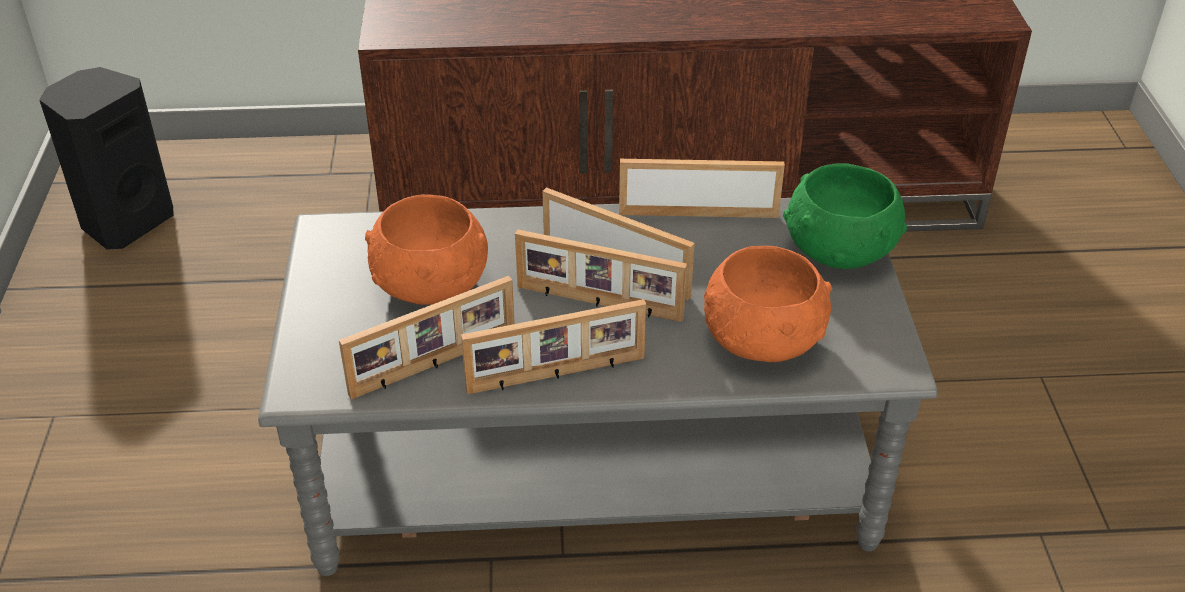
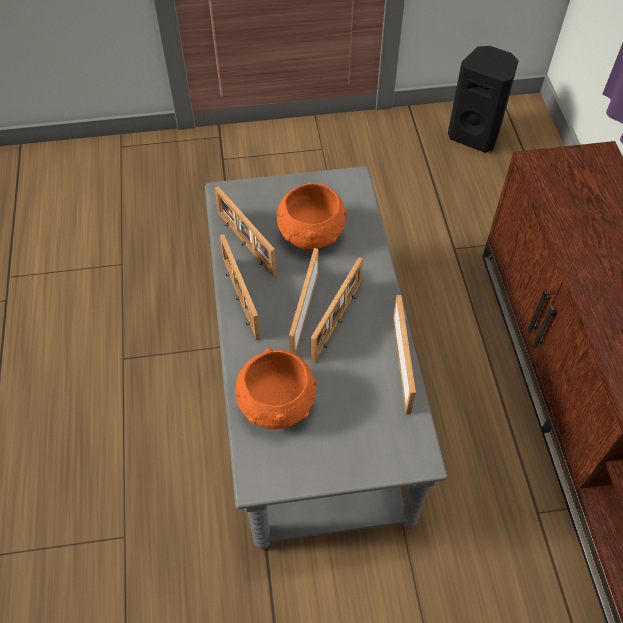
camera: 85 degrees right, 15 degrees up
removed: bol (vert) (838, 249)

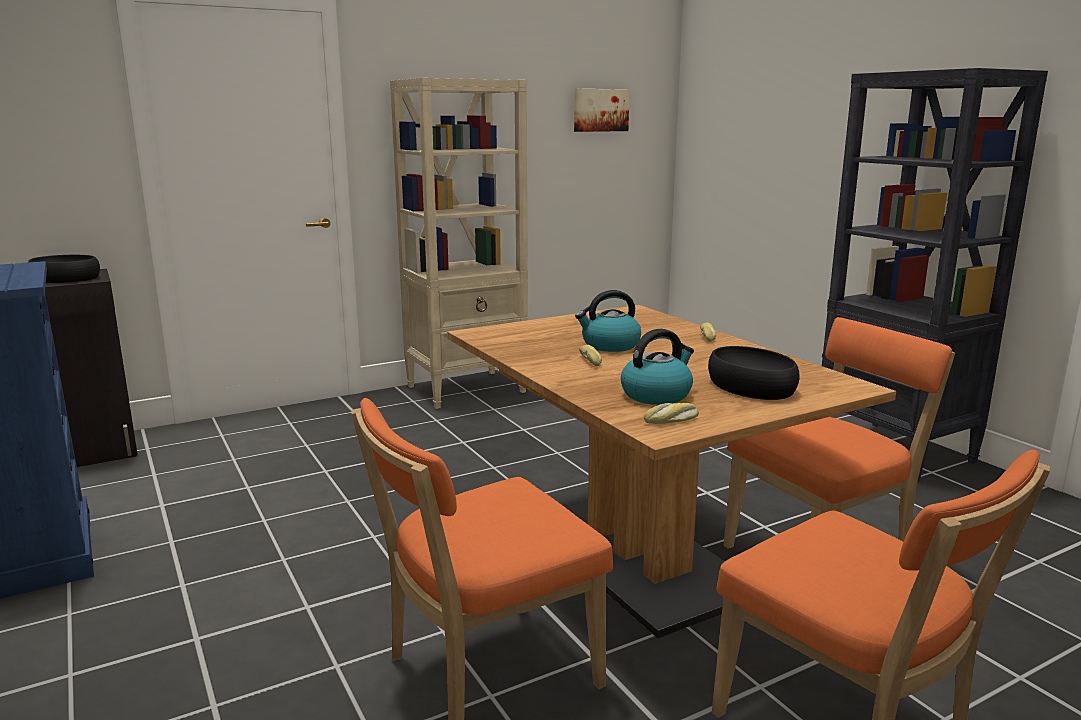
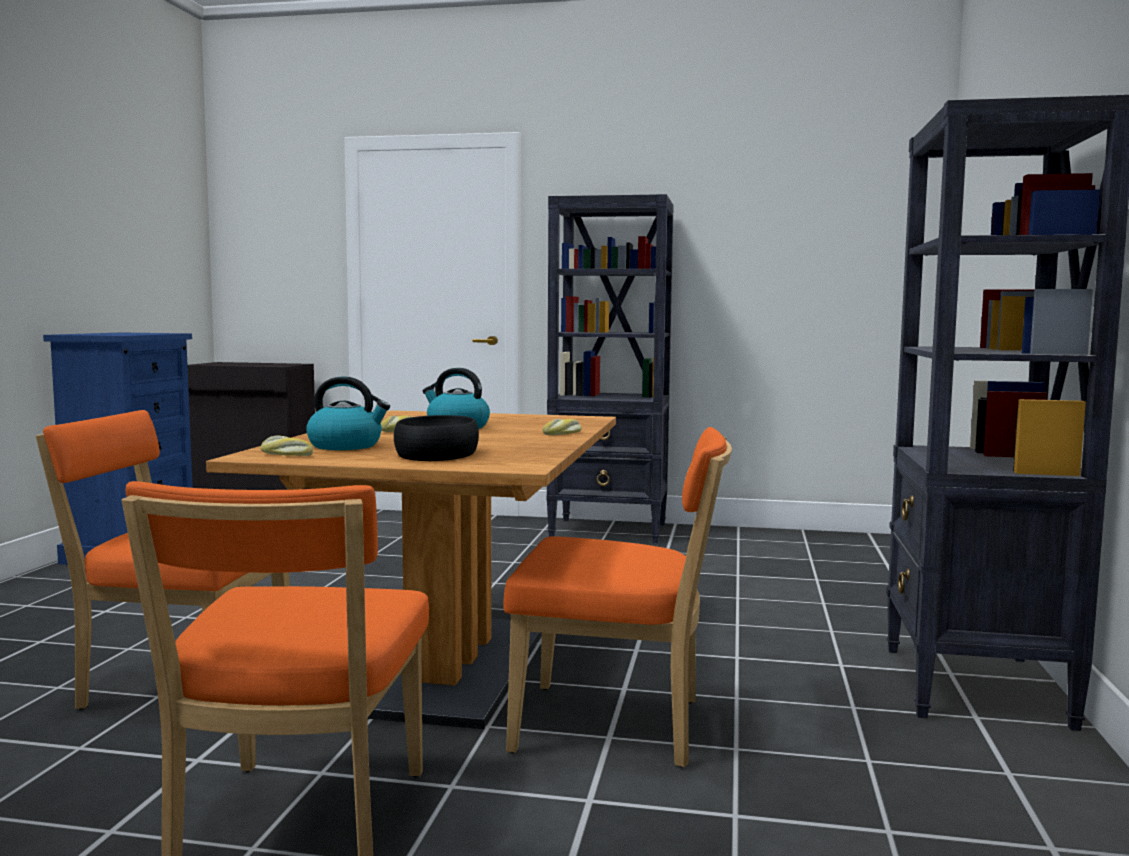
camera: 40 degrees right, 10 degrees down
removed: tableau (600, 110); bol (noir) (66, 278)
recoloured: bibliothèque (beige) (467, 389) to bibliothèque (noir) (610, 531)

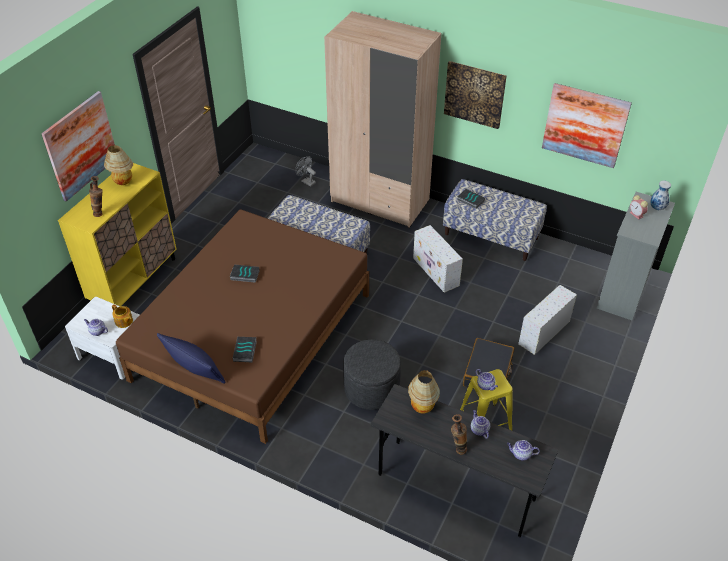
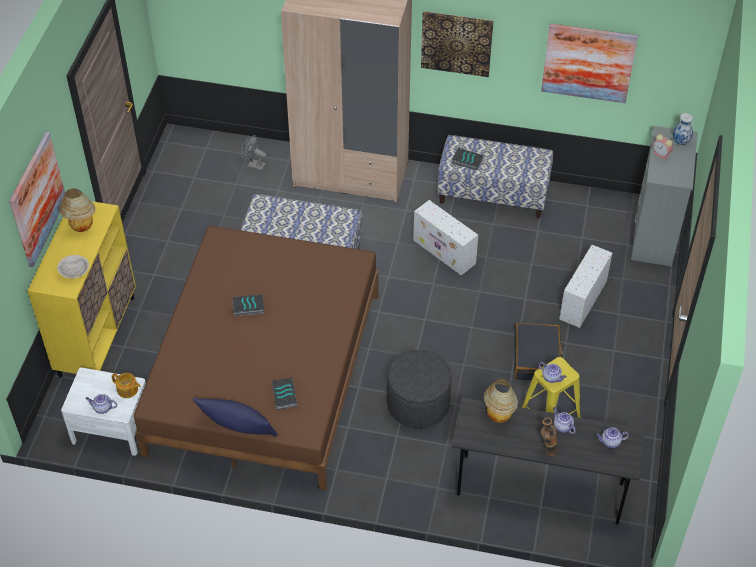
camera: 15 degrees left, 5 degrees up
replaced: vase (101, 213) to bol (beige) (74, 272)

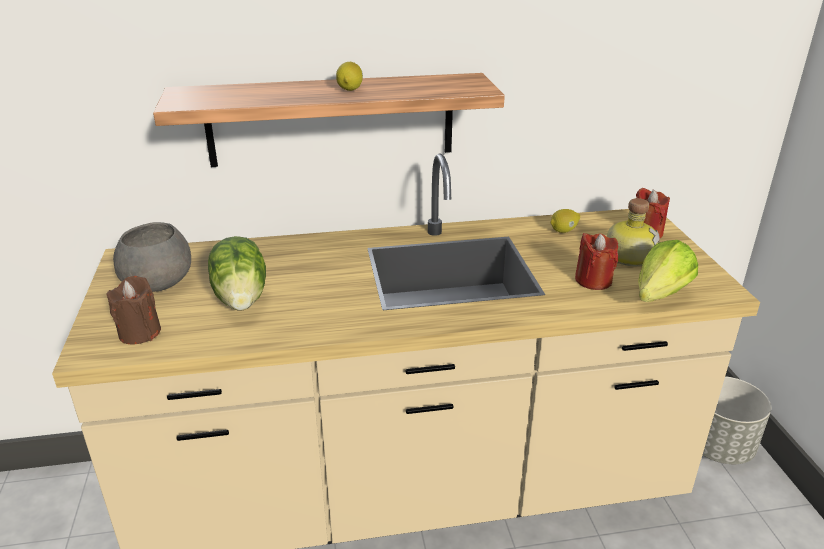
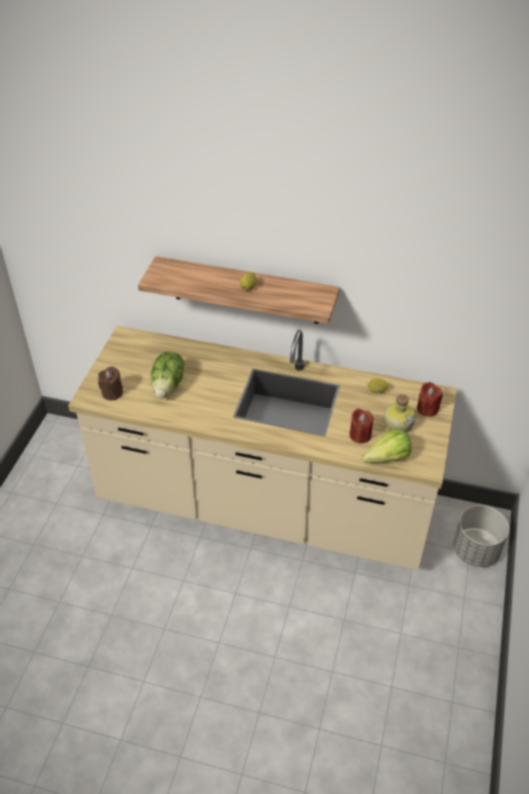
camera: 25 degrees right, 15 degrees up
removed: bol (gris) (159, 281)

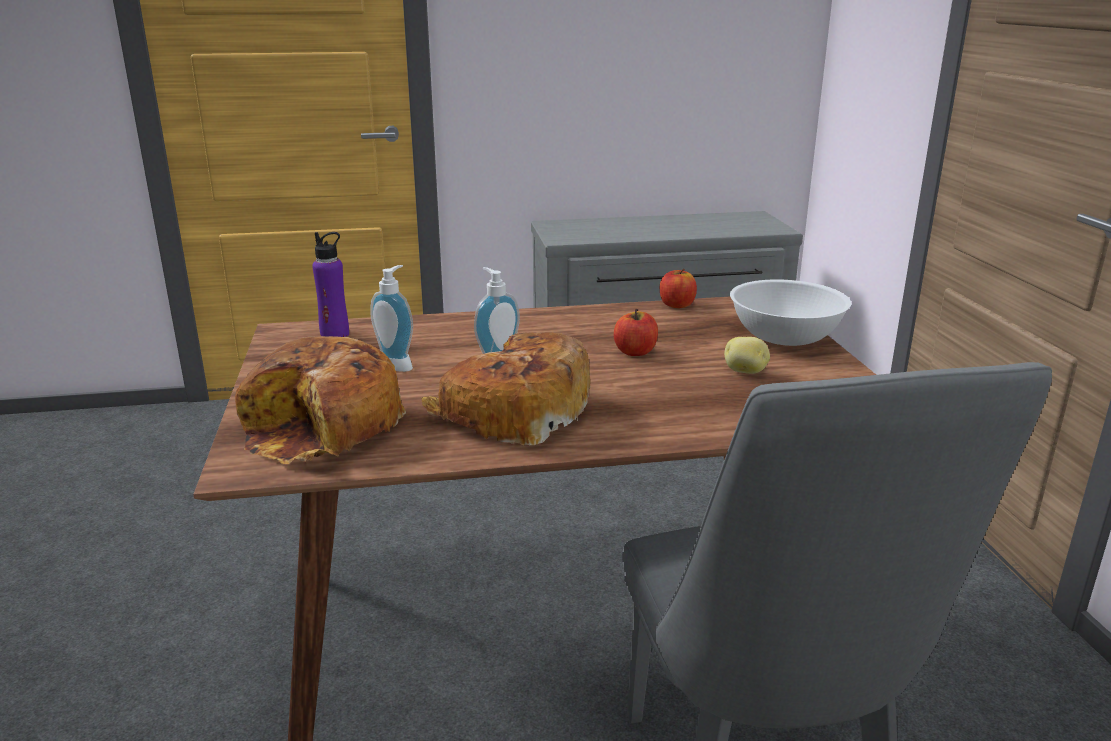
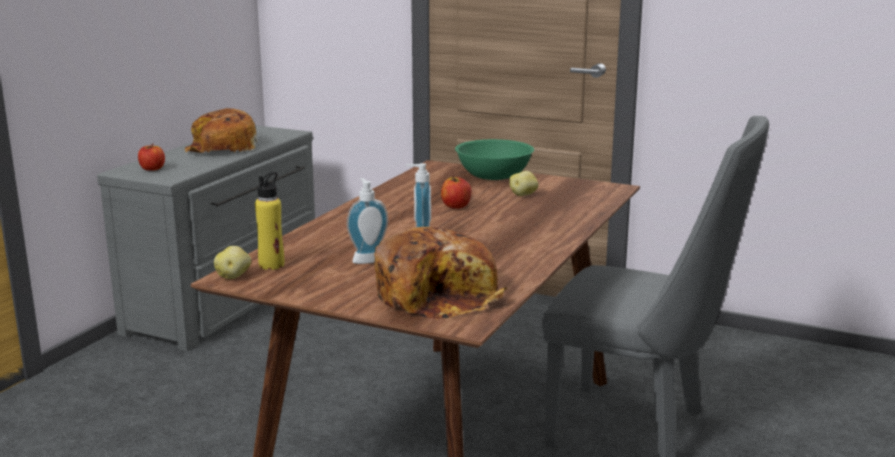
camera: 55 degrees left, 5 degrees down
added: pomme de terre (233, 276)
moved: pomme (677, 305) to (152, 169); pain (512, 412) to (220, 148)
recoloured: bouteille (violet) (335, 334) to bouteille (jaune) (271, 265); bol (blanc) (785, 338) to bol (vert) (494, 176)

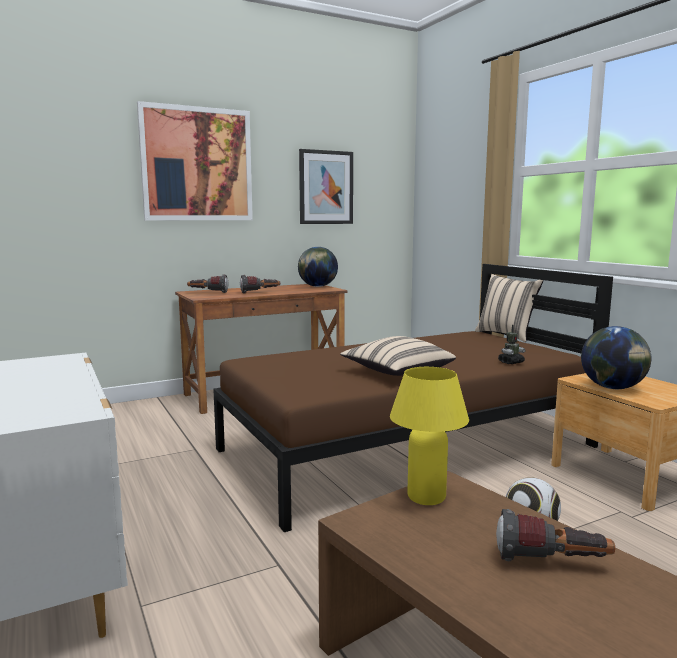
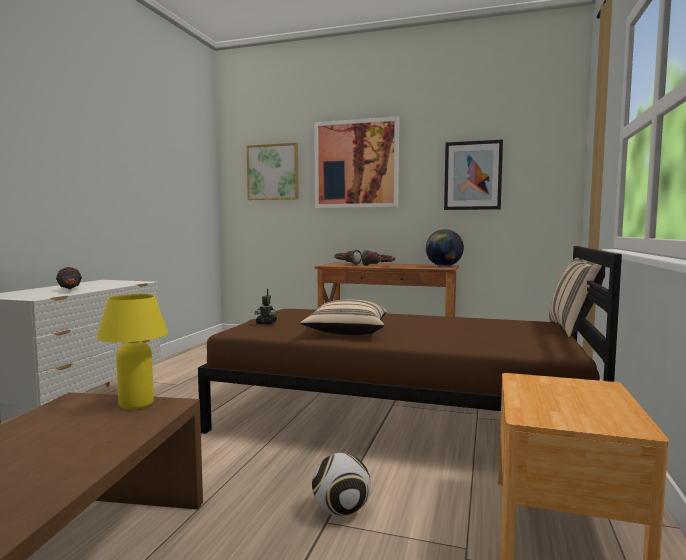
camera: 45 degrees right, 5 degrees down
removed: globe (613, 388)
added: tableau (273, 172)
moved: robot jouet (511, 362) to (266, 323); lampe de poche (552, 563) to (70, 291)

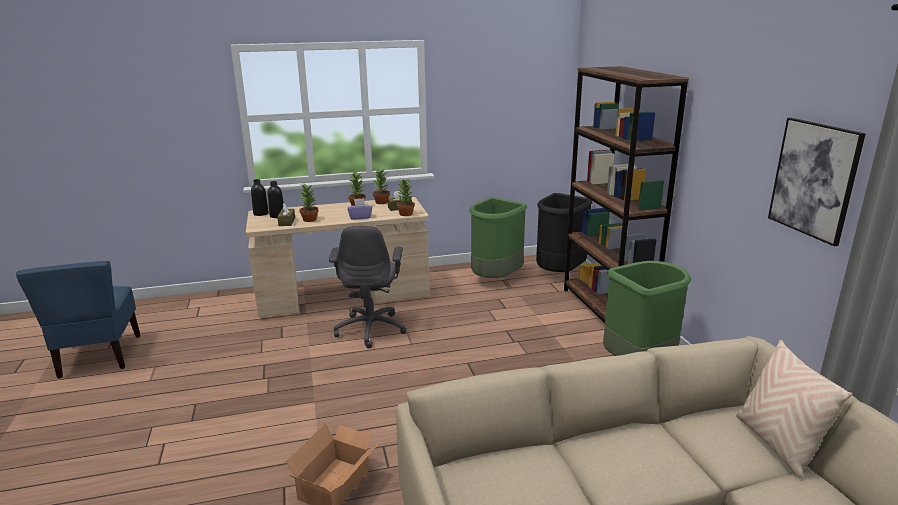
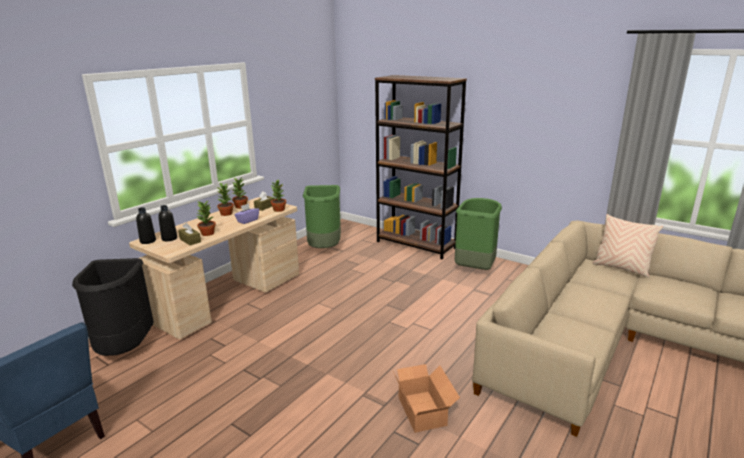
camera: 40 degrees left, 0 degrees up
removed: tableau (814, 179); chaise de bureau (gris) (371, 329)
moved: poubelle (noir) (559, 273) to (125, 349)

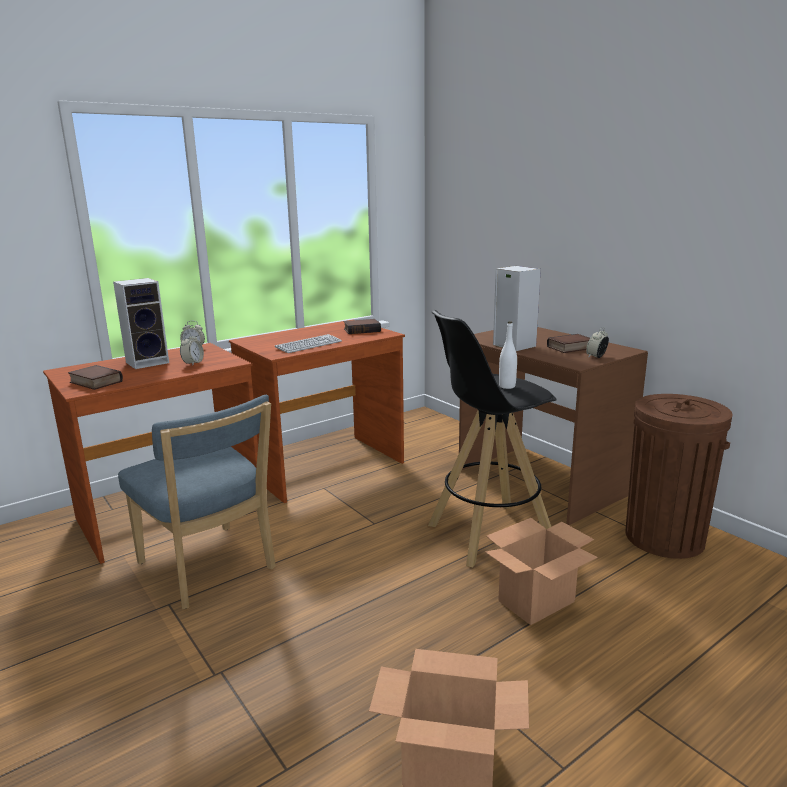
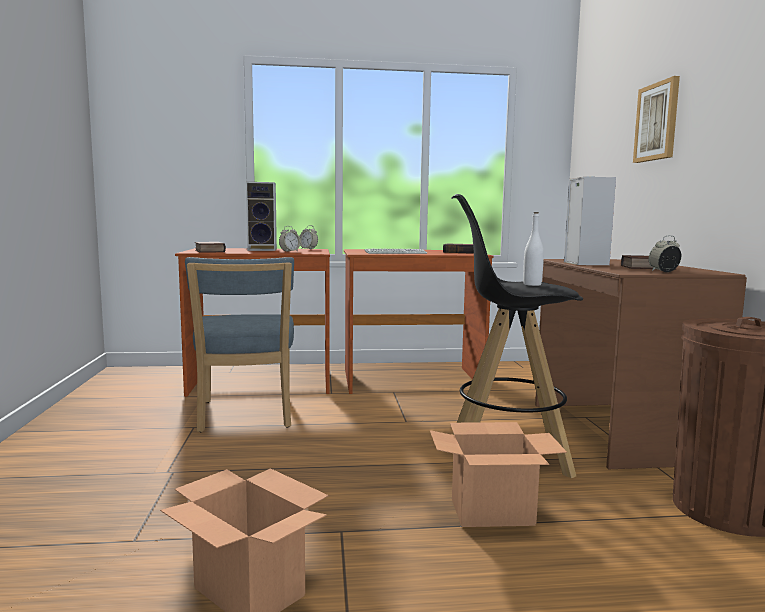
camera: 30 degrees right, 10 degrees down
added: tableau (657, 122)

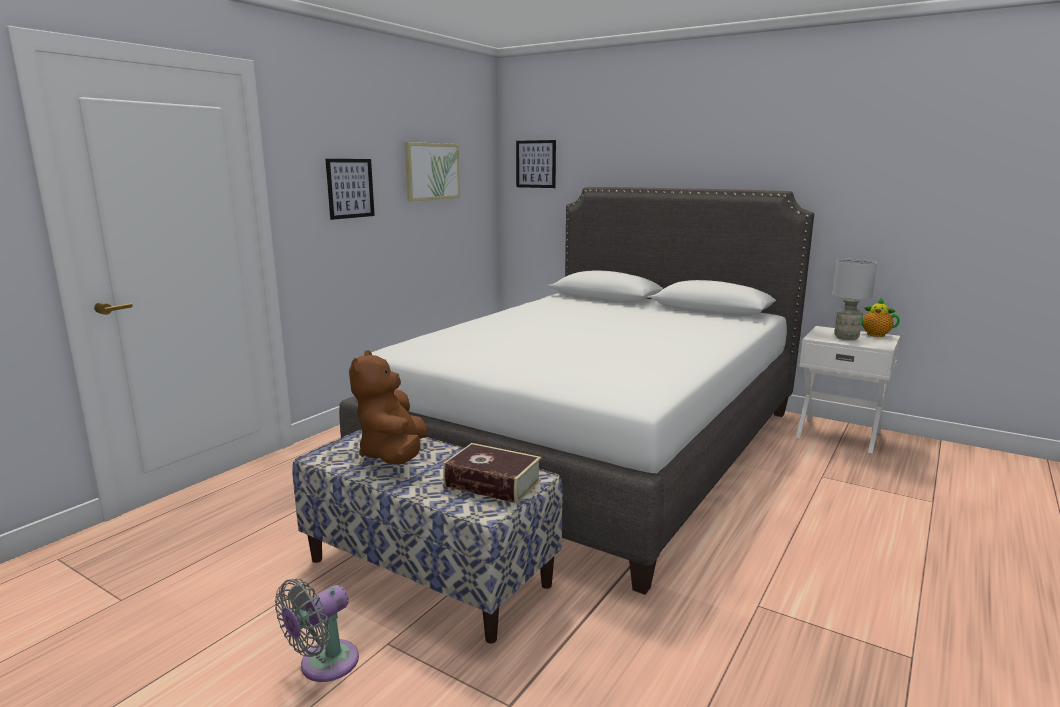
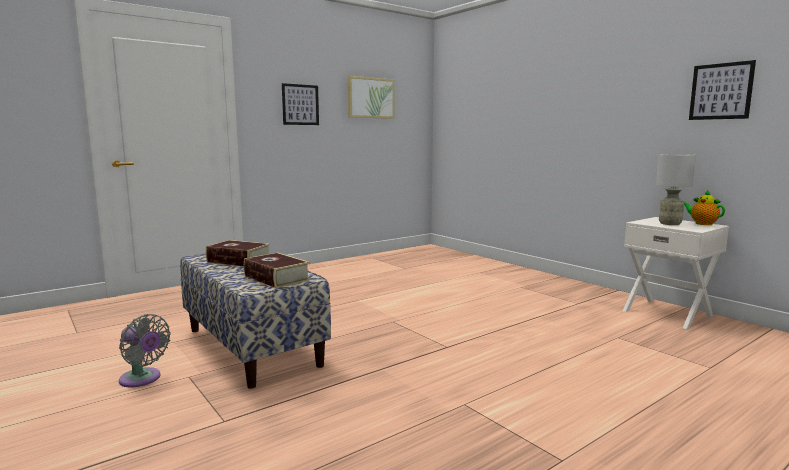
camera: 20 degrees right, 5 degrees down
removed: lit (blanc) (595, 446)
moved: tableau (536, 164) to (721, 91)
replaced: peluche (marron) (393, 455) to livre (239, 260)
turned: ventilateur (gris) (323, 665) = (142, 379) 120 degrees counterclockwise

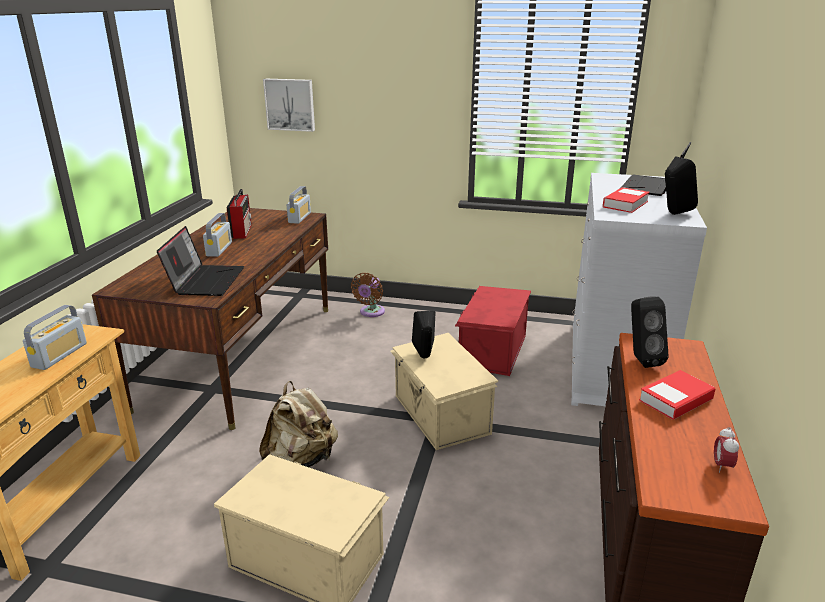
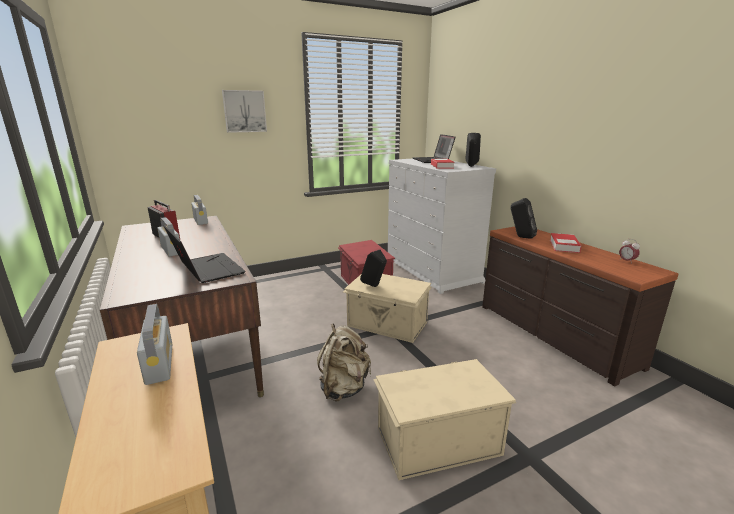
camera: 40 degrees left, 5 degrees down
removed: ventilateur (marron) (371, 312)
moved: tableau (290, 104) to (244, 111)

